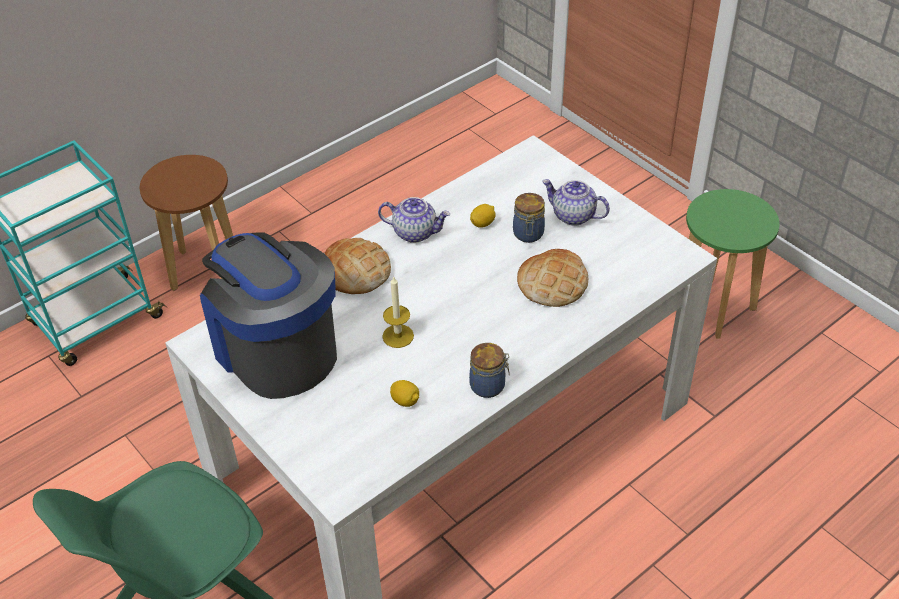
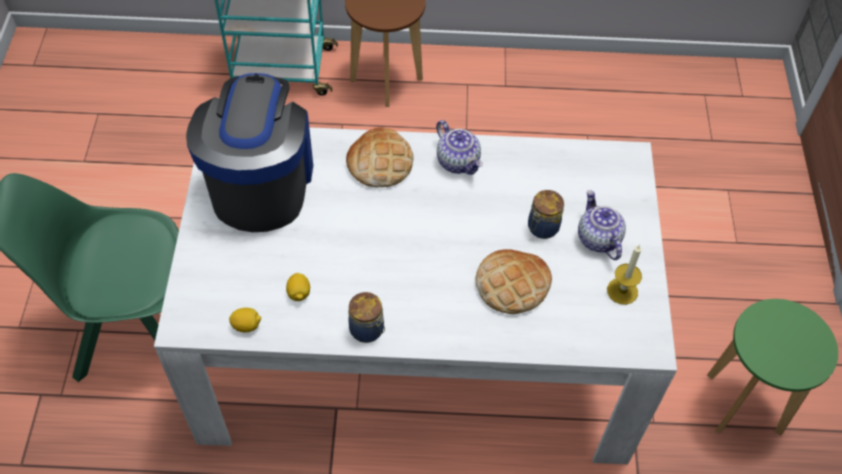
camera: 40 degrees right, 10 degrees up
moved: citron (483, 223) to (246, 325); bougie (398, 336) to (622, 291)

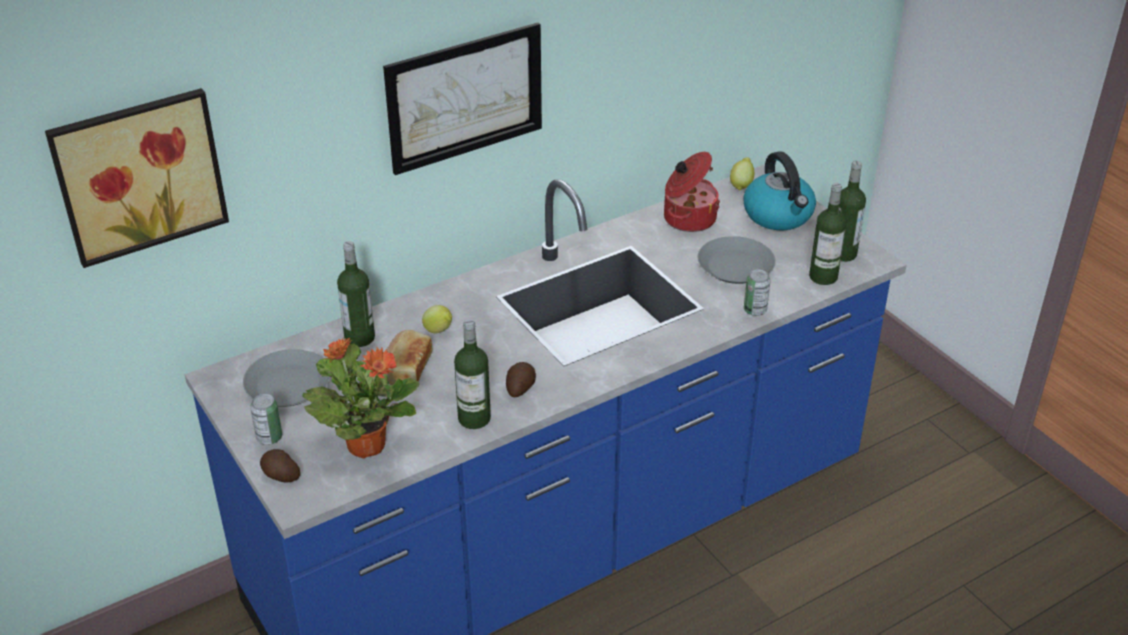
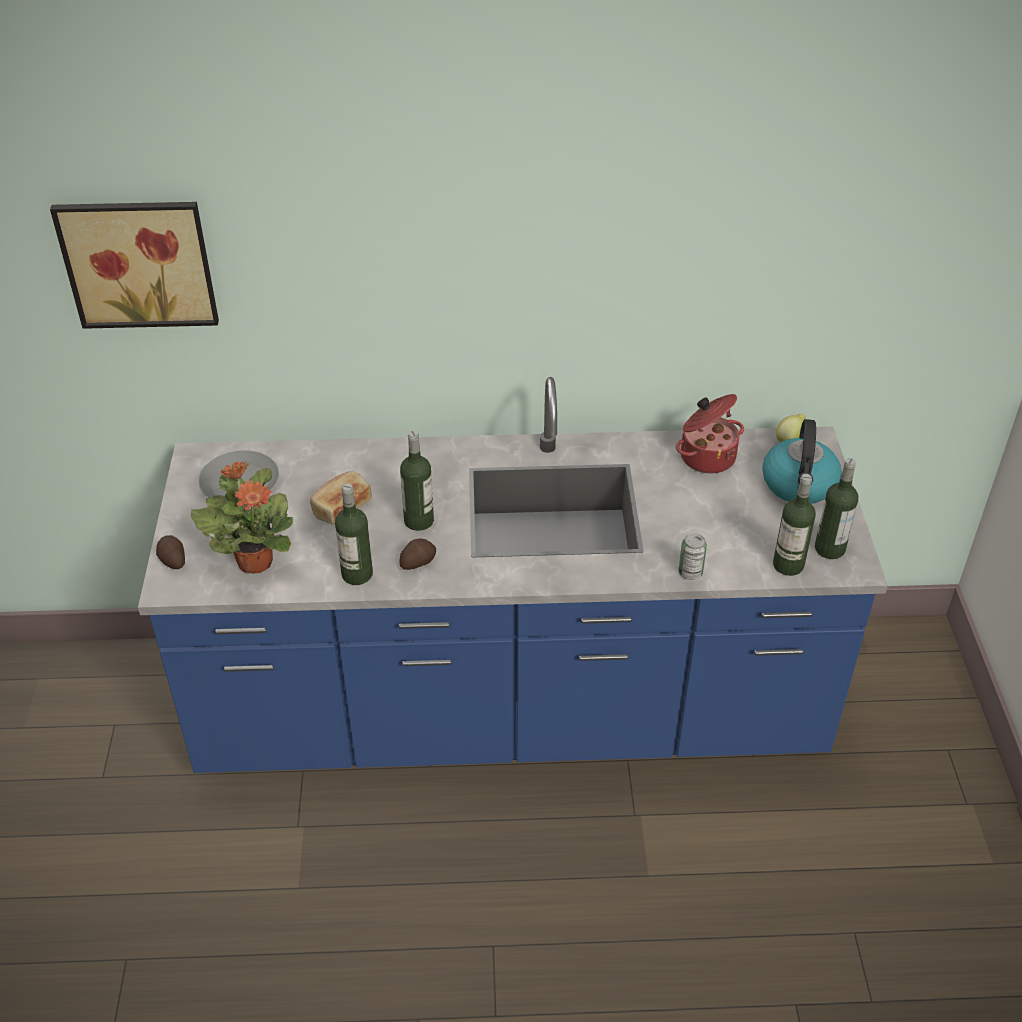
camera: 30 degrees right, 5 degrees up
removed: tableau (465, 97); assiette (gris) (736, 266); citron (439, 331); boîte métallique (269, 437)
moved: bouteille (359, 338) to (419, 521)

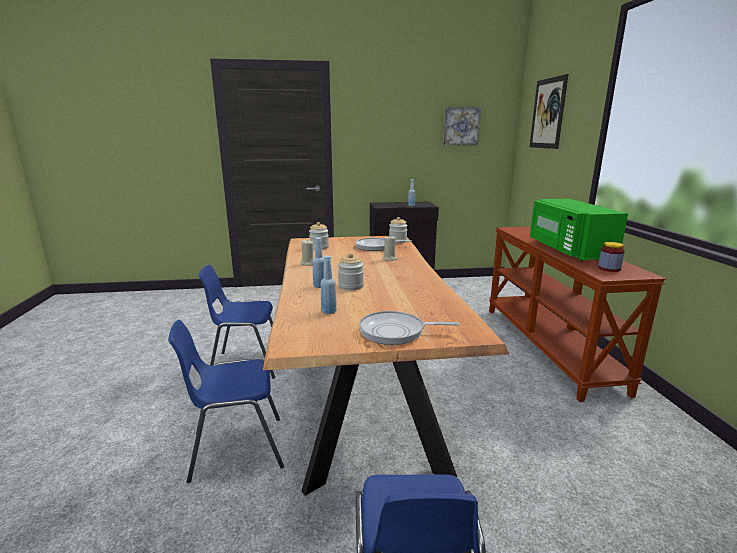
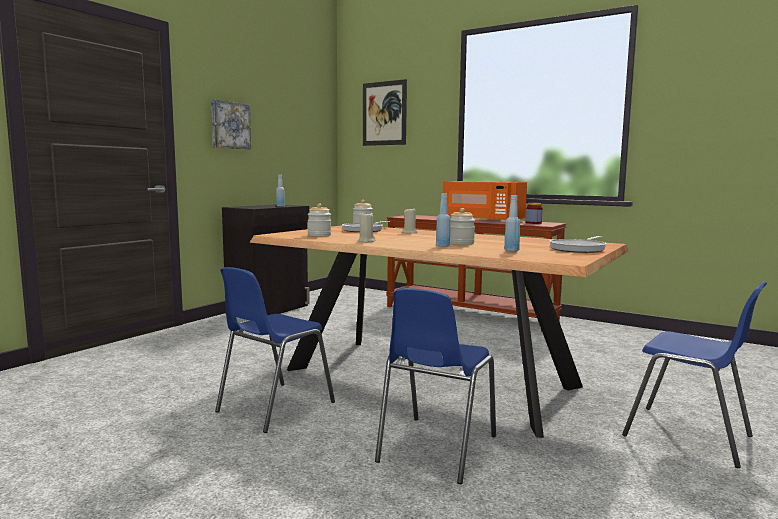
camera: 50 degrees left, 10 degrees down
moved: tableau (461, 126) to (230, 125)
recoloured: micro-ondes (vert) (568, 250) to micro-ondes (orange) (481, 220)

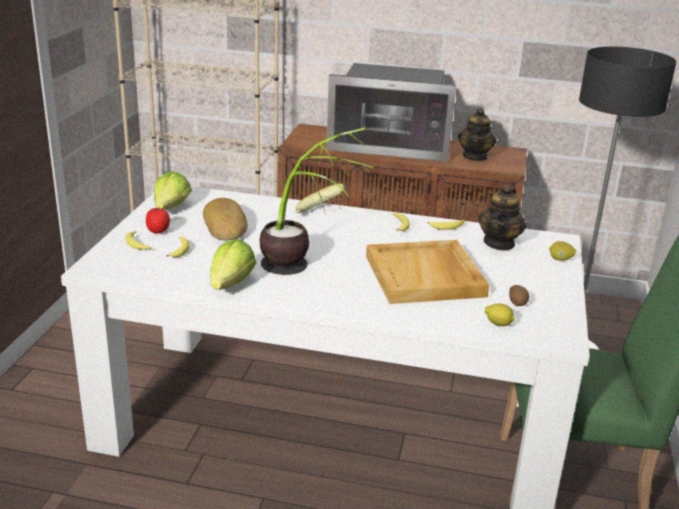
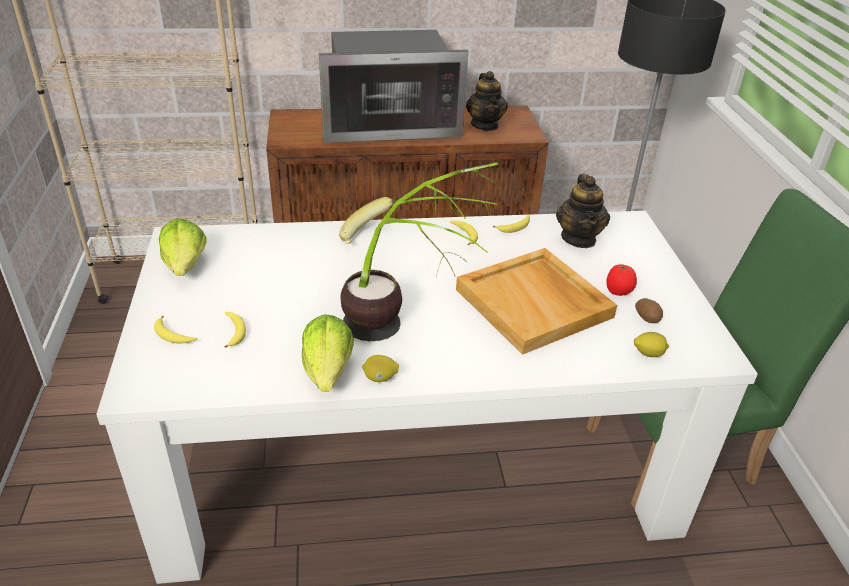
camera: 20 degrees left, 10 degrees up
removed: pain (226, 226)
moved: tomate (158, 232) to (618, 292); citron (560, 259) to (380, 378)

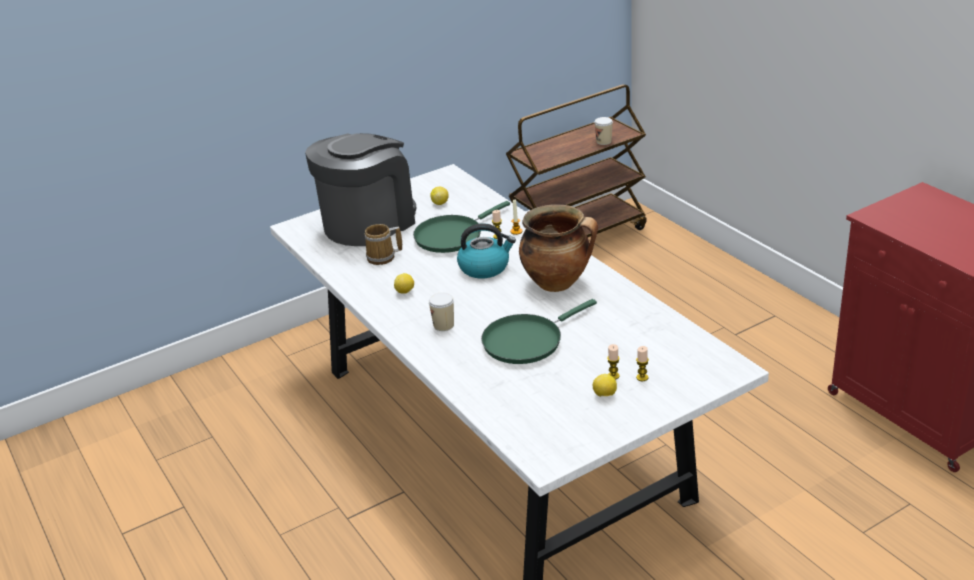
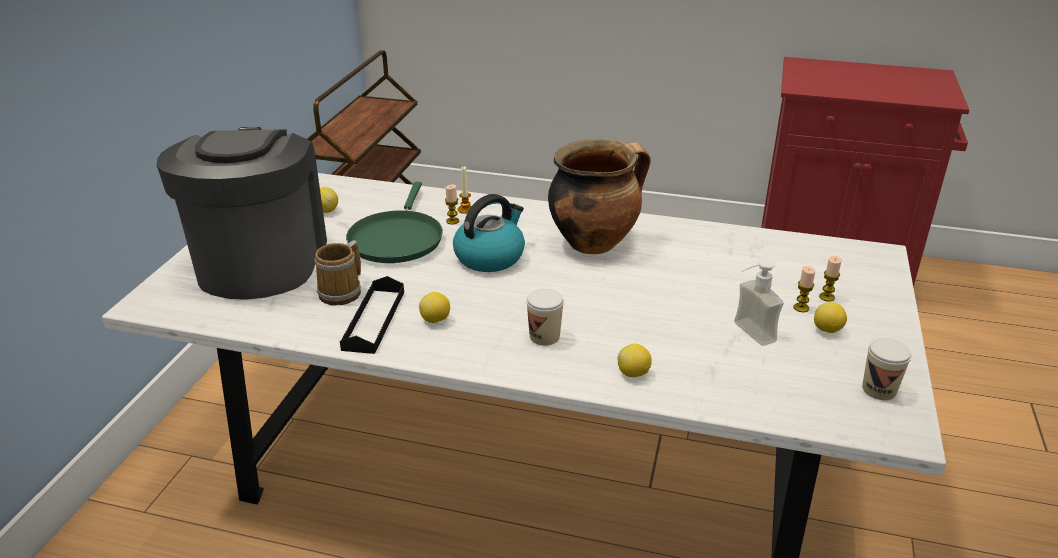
camera: 45 degrees left, 0 degrees up
removed: poêle (vert) (527, 341)
added: distributeur de savon (746, 335); plateau (noir) (374, 320); citron (633, 373)
moved: tasse (603, 141) to (879, 389)

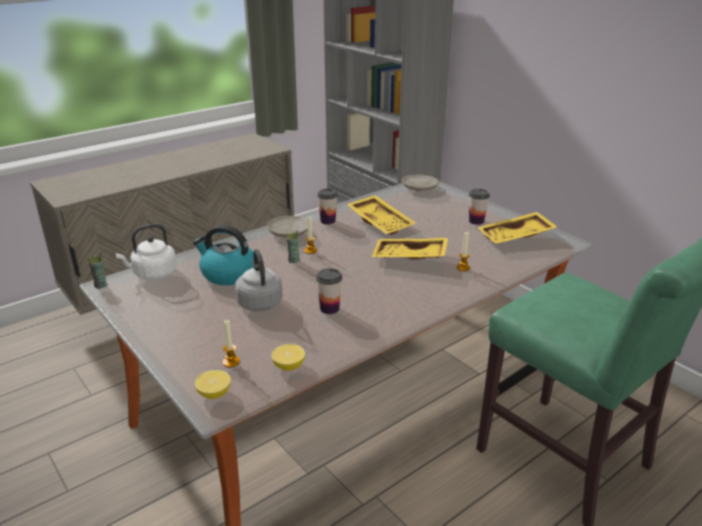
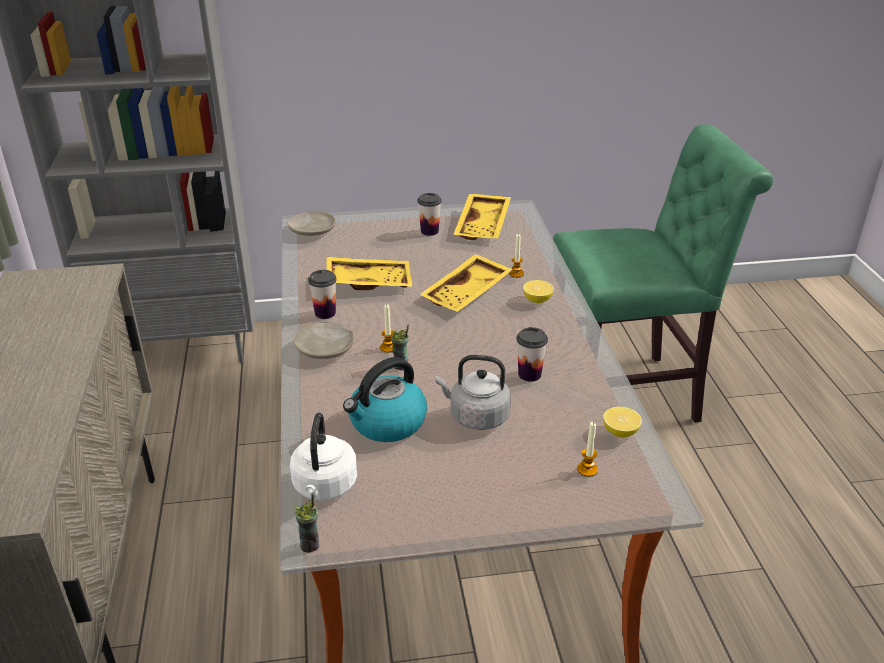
camera: 60 degrees left, 5 degrees up
moved: citron (214, 394) to (537, 300)

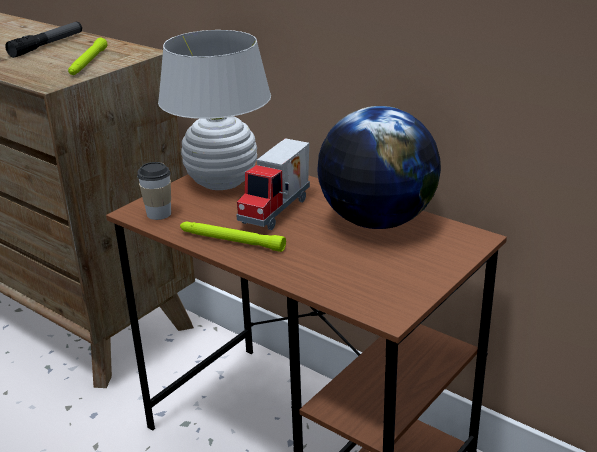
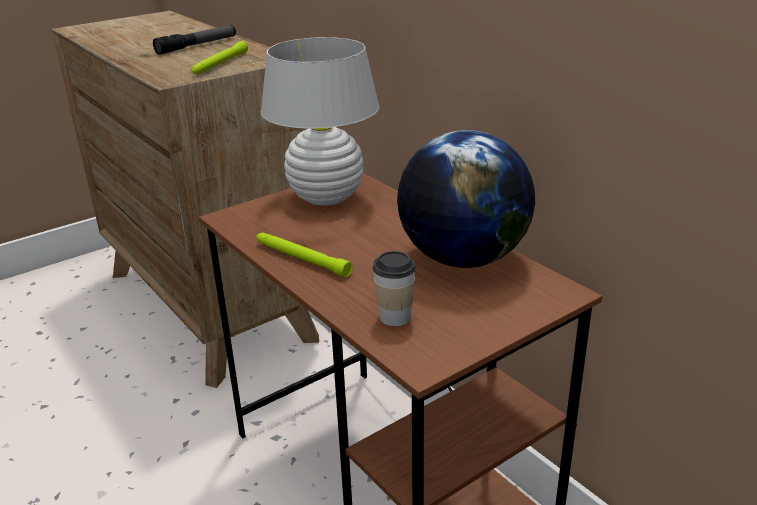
camera: 15 degrees right, 0 degrees up
removed: camion jouet (278, 211)
moved: tasse (159, 214) to (395, 317)

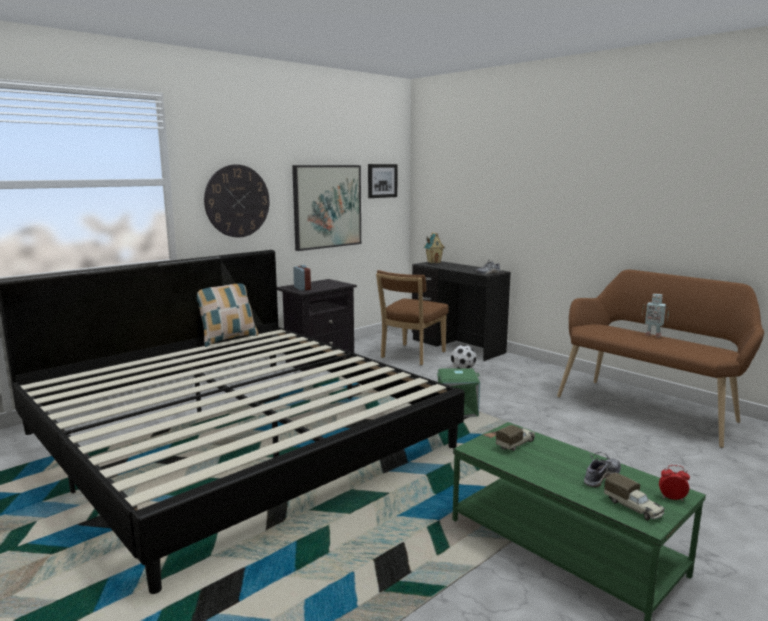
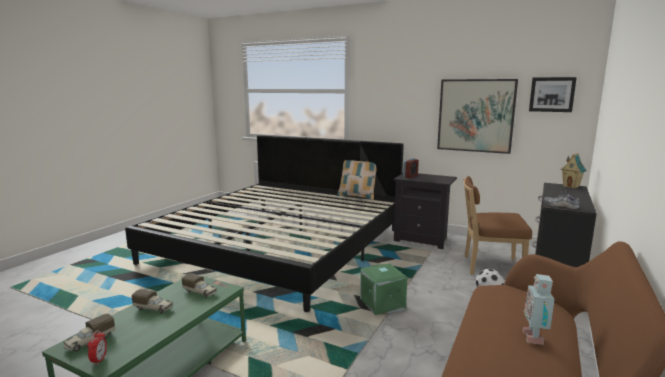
camera: 70 degrees right, 0 degrees up
removed: horloge murale (237, 201); chaussure (601, 477)
added: camion jouet (154, 308)

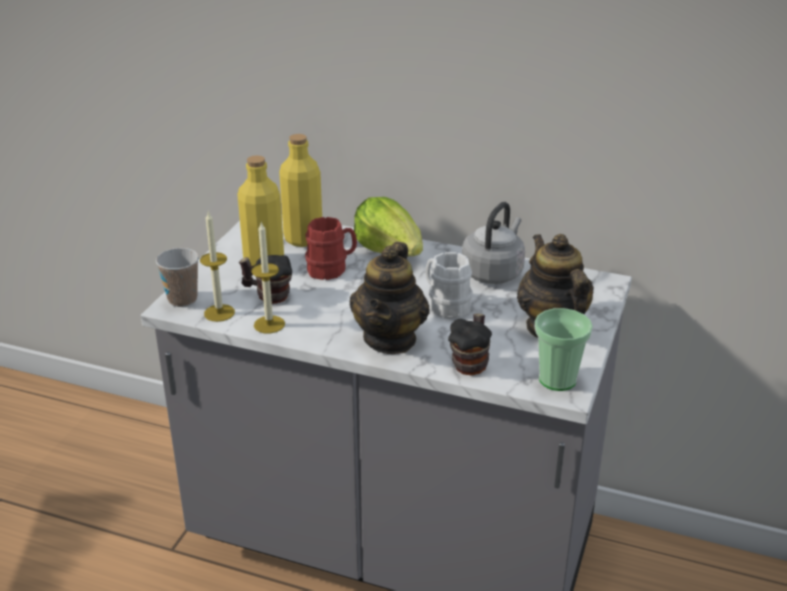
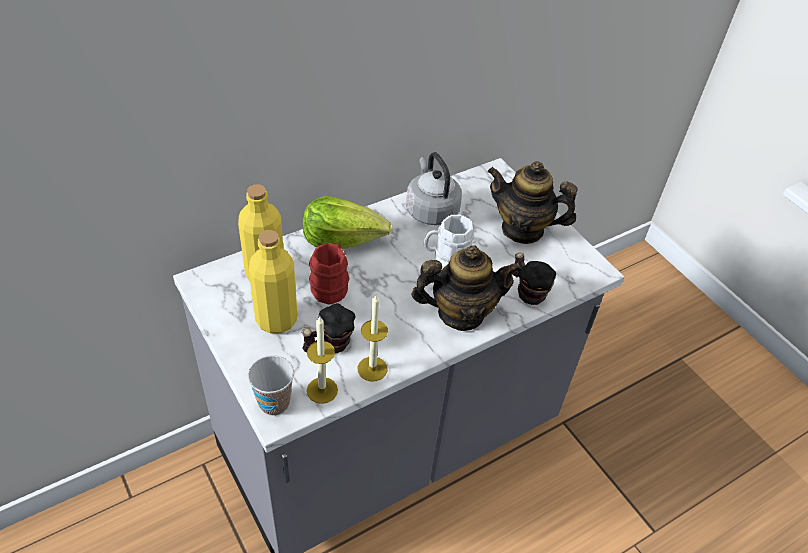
camera: 55 degrees left, 15 degrees up
removed: tasse (557, 379)
turned: théière (390, 339) = (460, 313) 60 degrees counterclockwise

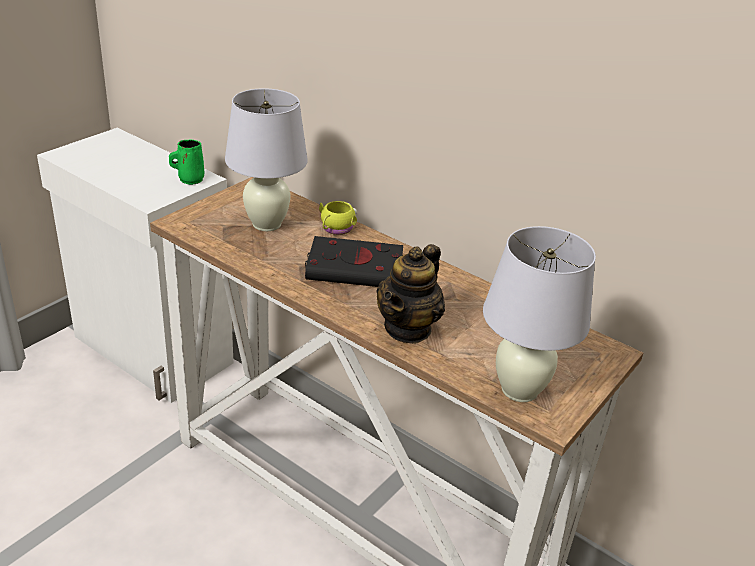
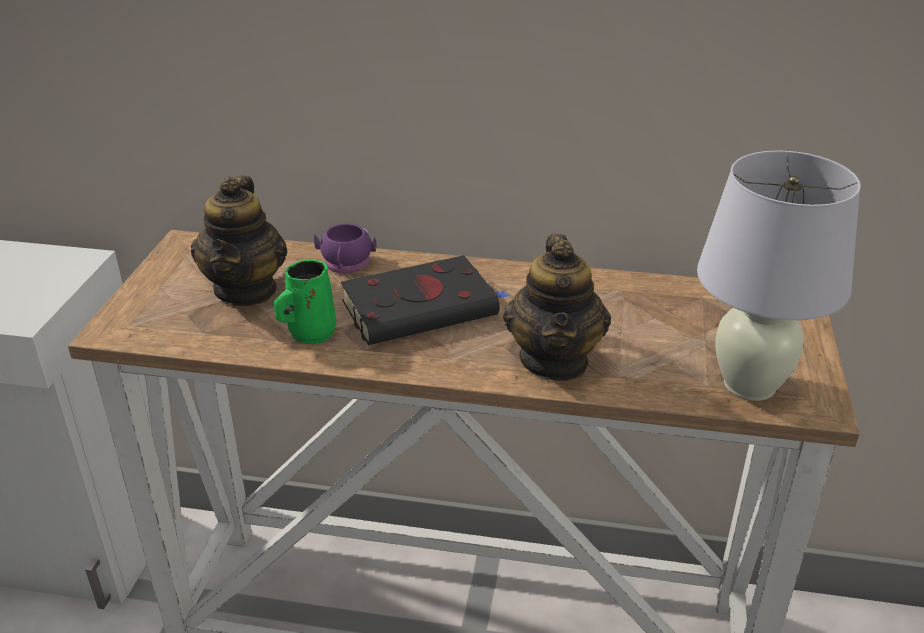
camera: 25 degrees left, 0 degrees up
moved: mug (vert) (189, 179) to (310, 333)
replaced: lampe de table (blanc) (266, 224) to théière (246, 290)
recoloured: mug (jaune) (335, 229) to mug (violet) (346, 265)

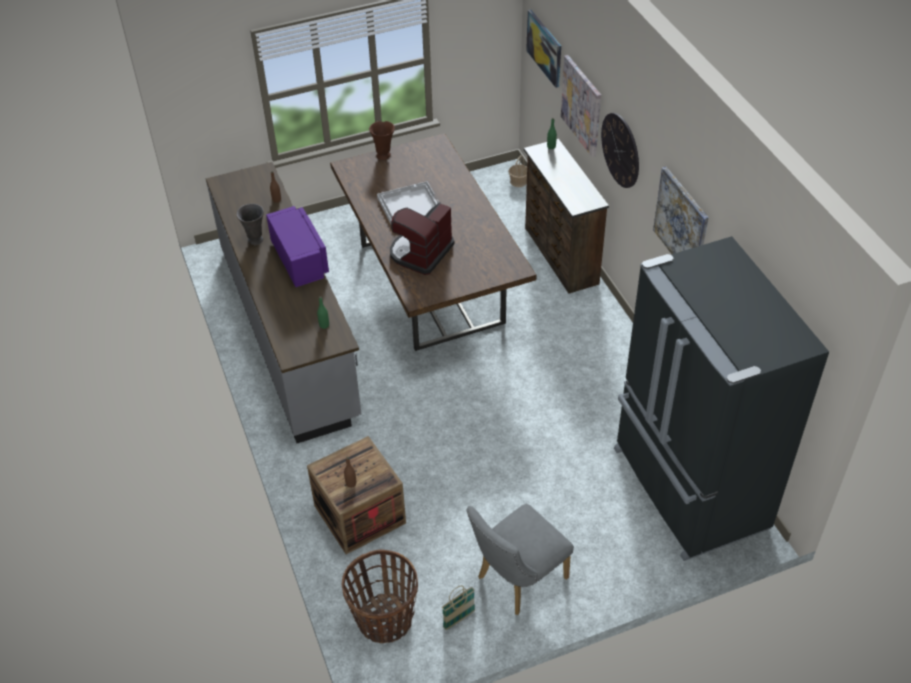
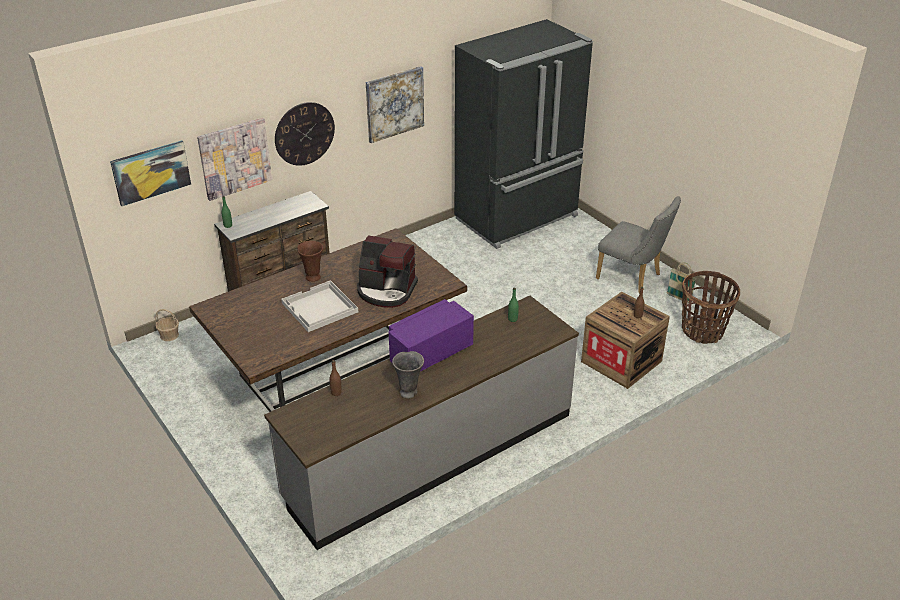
camera: 105 degrees left, 10 degrees down
moved: vase (marron) (384, 155) to (312, 277)

